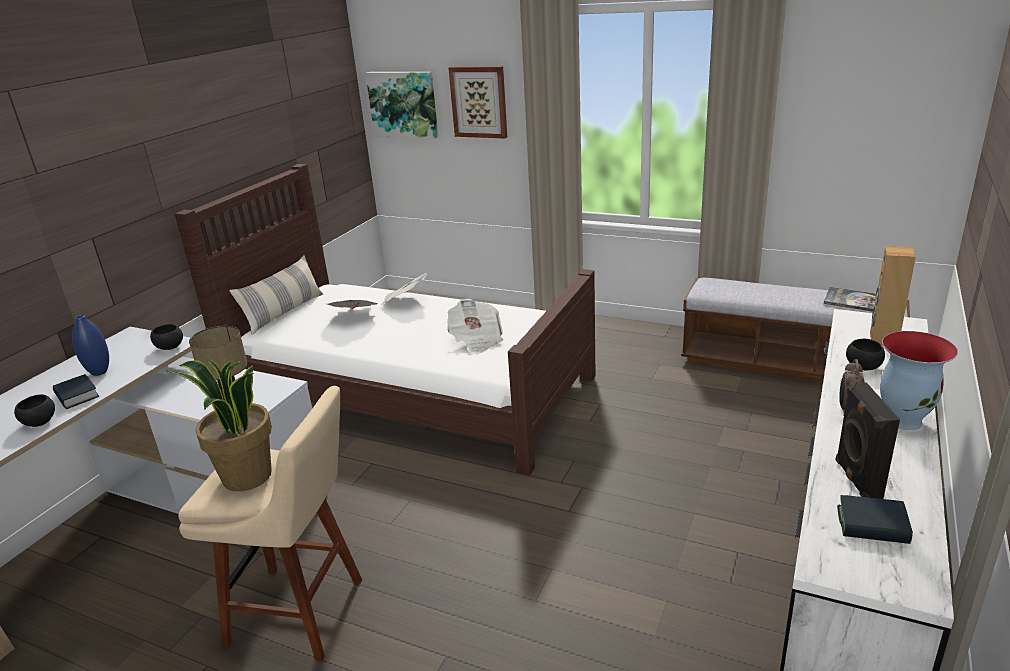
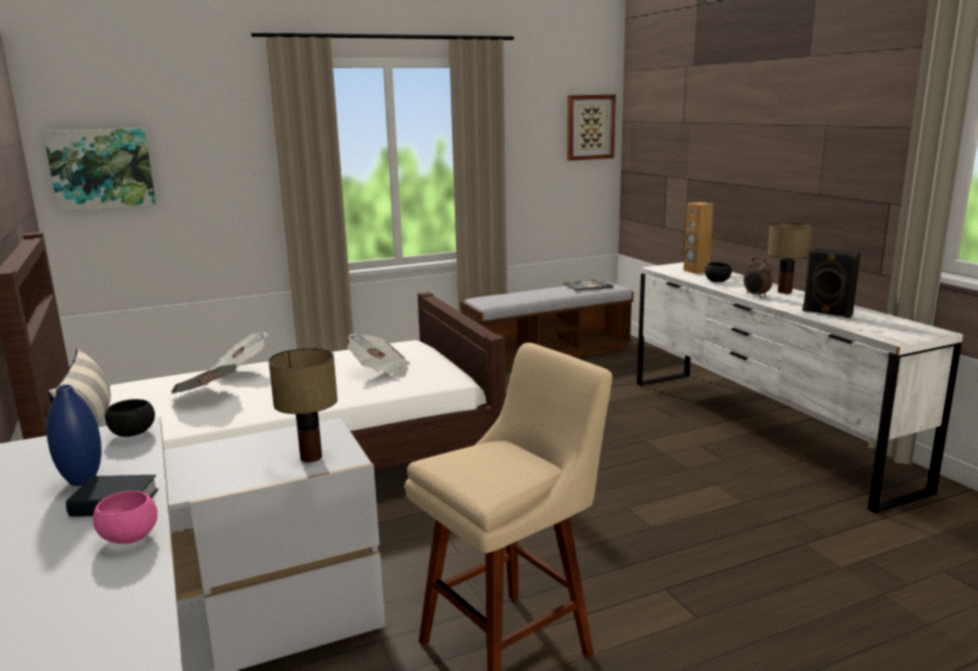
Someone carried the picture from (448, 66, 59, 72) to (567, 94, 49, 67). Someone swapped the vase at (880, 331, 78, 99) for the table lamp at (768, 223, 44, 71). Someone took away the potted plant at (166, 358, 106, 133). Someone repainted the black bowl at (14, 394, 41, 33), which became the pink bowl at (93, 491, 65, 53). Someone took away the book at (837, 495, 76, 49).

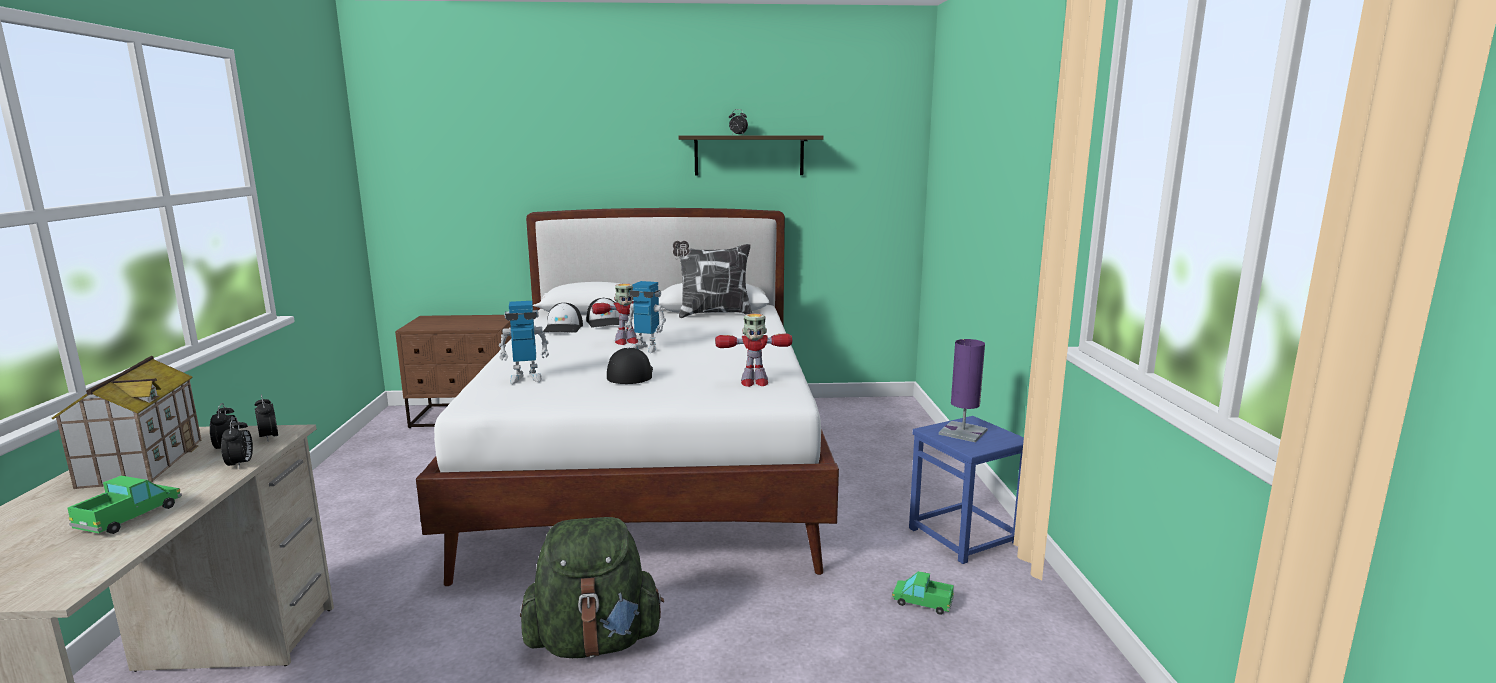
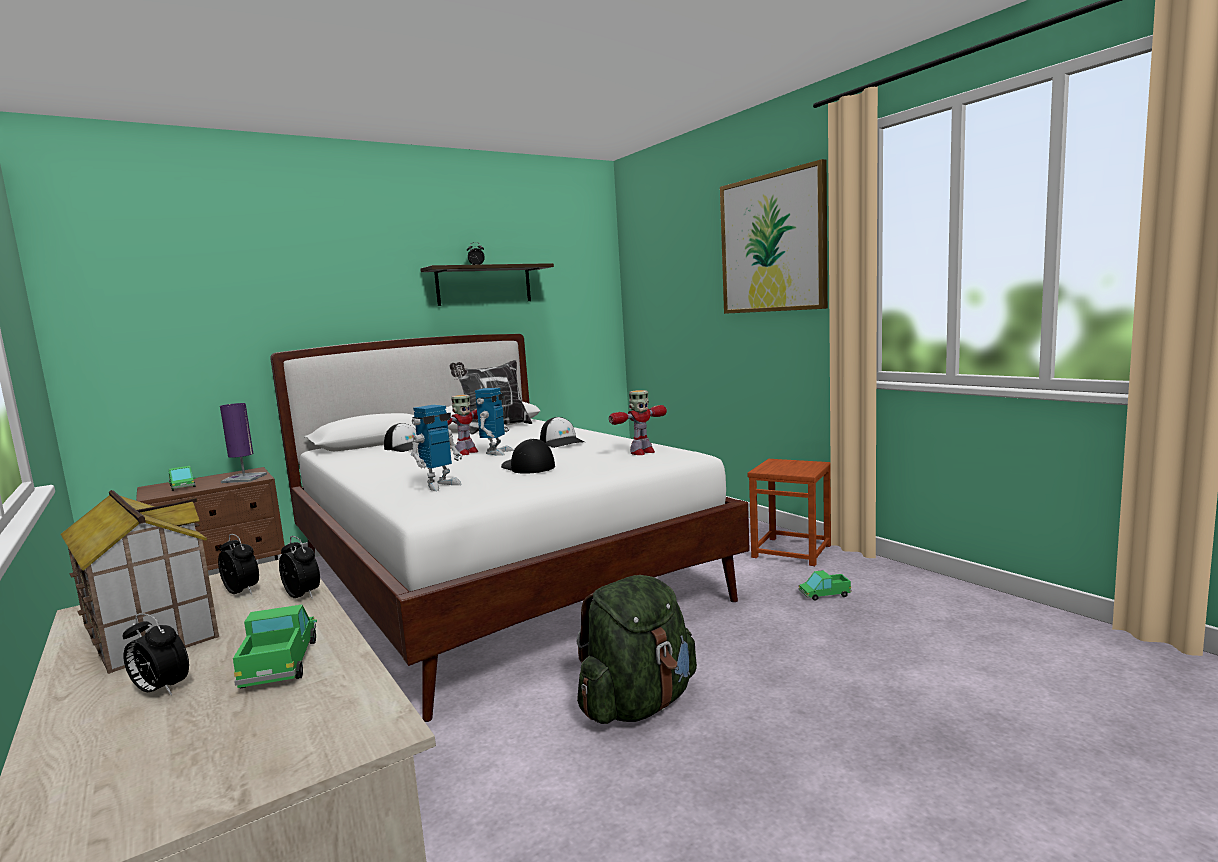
Someone rotated the toy robot at (625, 281, 41, 72) by 60 degrees counterclockwise. Someone carried the cap from (543, 302, 40, 31) to (540, 417, 44, 31). Someone carried the purple table lamp from (939, 339, 49, 103) to (220, 403, 47, 80). Someone carried the alarm clock from (255, 394, 23, 47) to (123, 613, 66, 83). Someone repainted the blue stool at (909, 416, 115, 148), which became the brown stool at (747, 459, 84, 107). Someone put up the picture at (720, 159, 108, 155). Someone put down the toy truck at (168, 466, 28, 25).

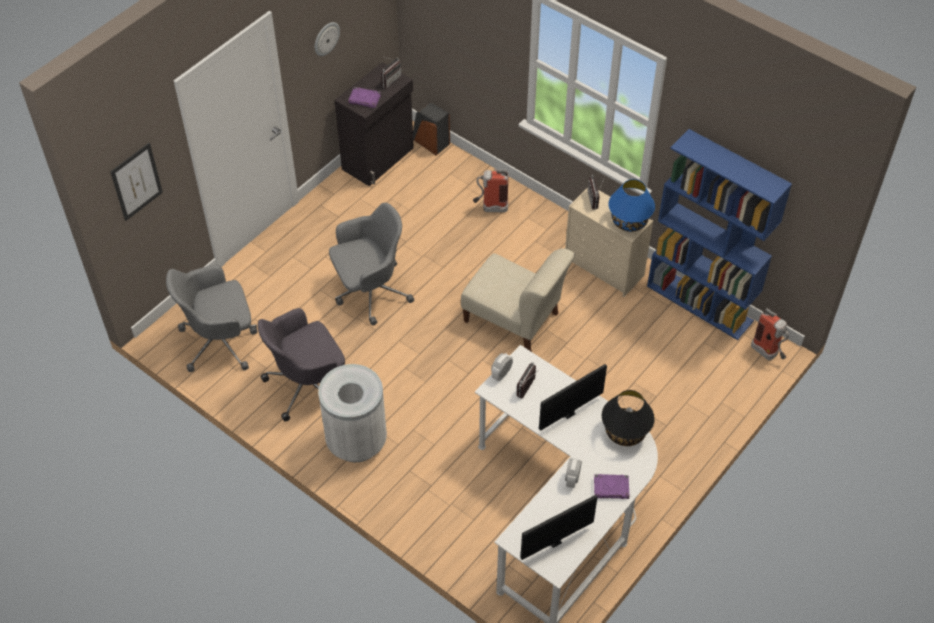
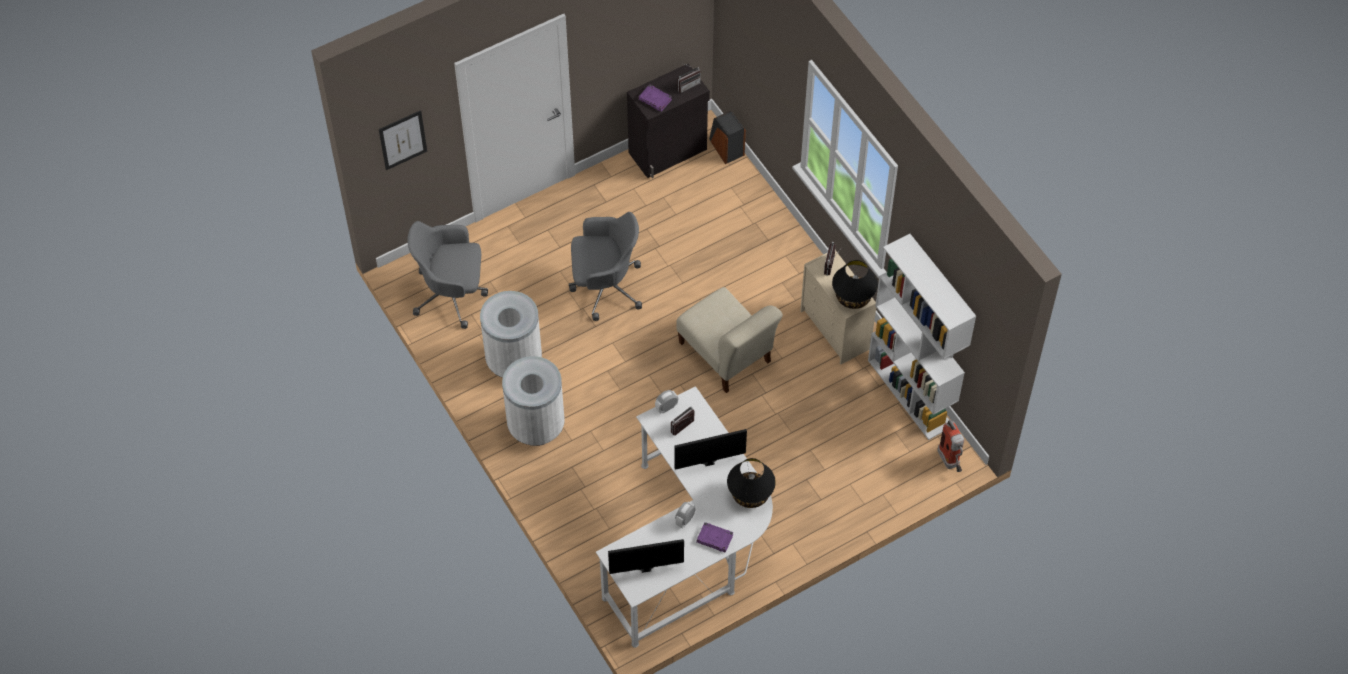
Someone took away the wall clock at (315, 22, 25, 34). Someone repainted the blue bookcase at (647, 129, 145, 211), which became the white bookcase at (868, 234, 108, 206). Someone took away the fire extinguisher at (473, 169, 35, 43). Someone repainted the blue table lamp at (608, 179, 47, 53), which became the black table lamp at (832, 260, 46, 49). Someone swapped the grey office chair at (258, 308, 87, 114) for the white trash can at (480, 291, 62, 87).

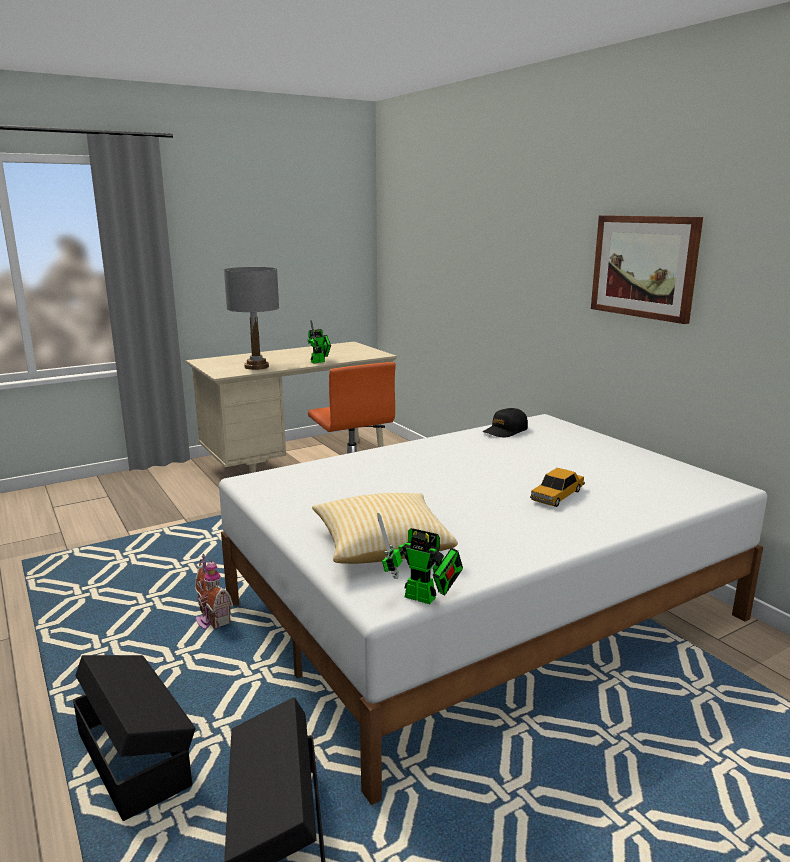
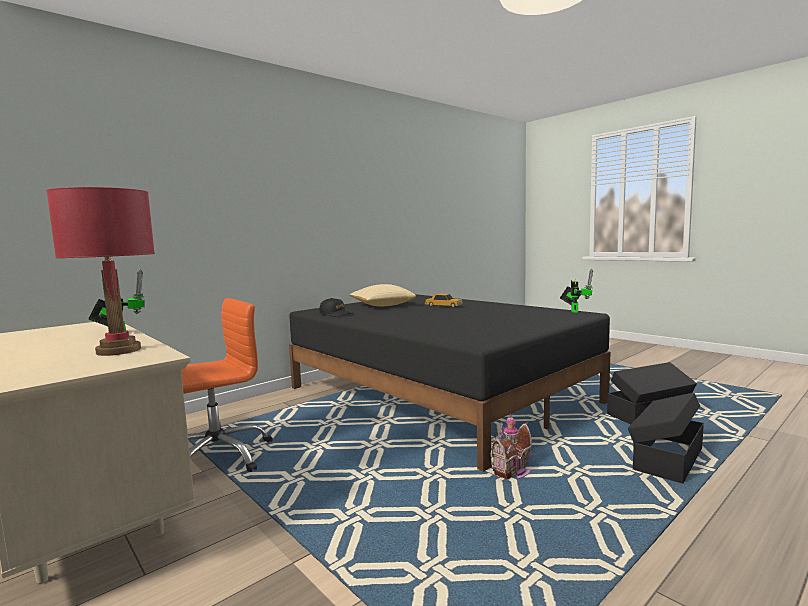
Someone took away the picture at (591, 215, 112, 109). Someone repainted the grey table lamp at (224, 267, 55, 103), which became the red table lamp at (46, 187, 109, 169). Someone repainted the white bed at (219, 414, 548, 391), which became the black bed at (289, 294, 321, 178). Someone carried the pillow from (312, 493, 146, 71) to (349, 284, 67, 22).

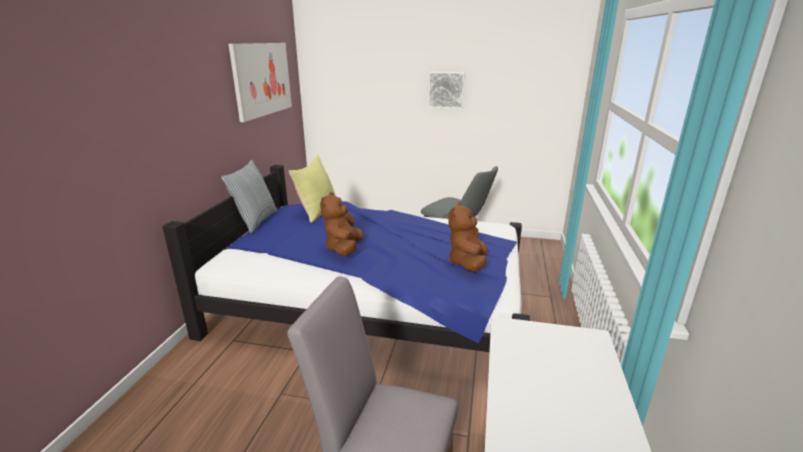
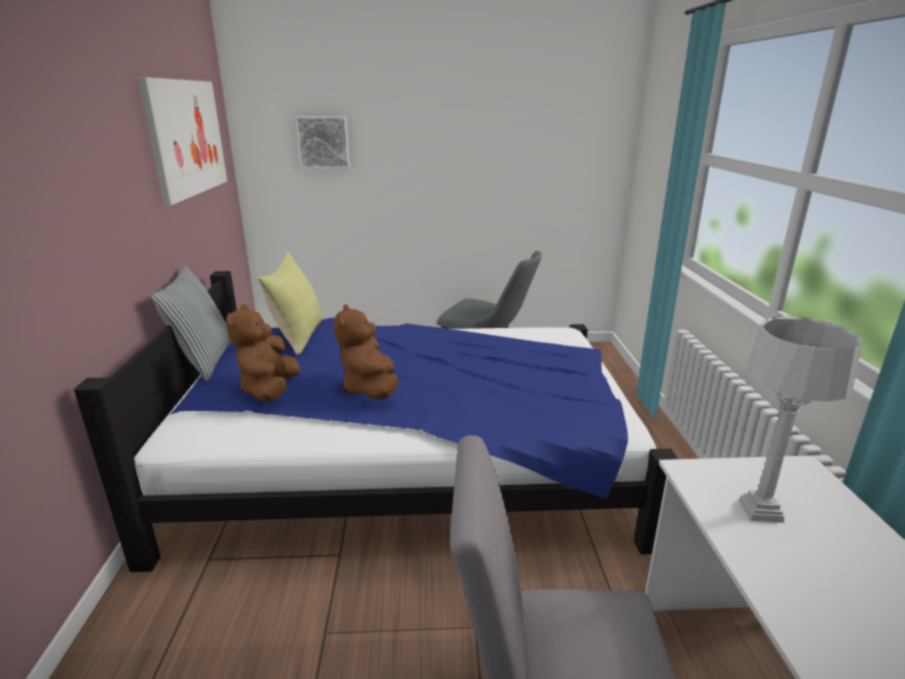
Someone carried the picture from (428, 72, 37, 37) to (295, 116, 55, 53). Someone carried the brown plush toy from (448, 202, 40, 70) to (226, 304, 74, 98). Someone put down the grey table lamp at (739, 316, 123, 207).

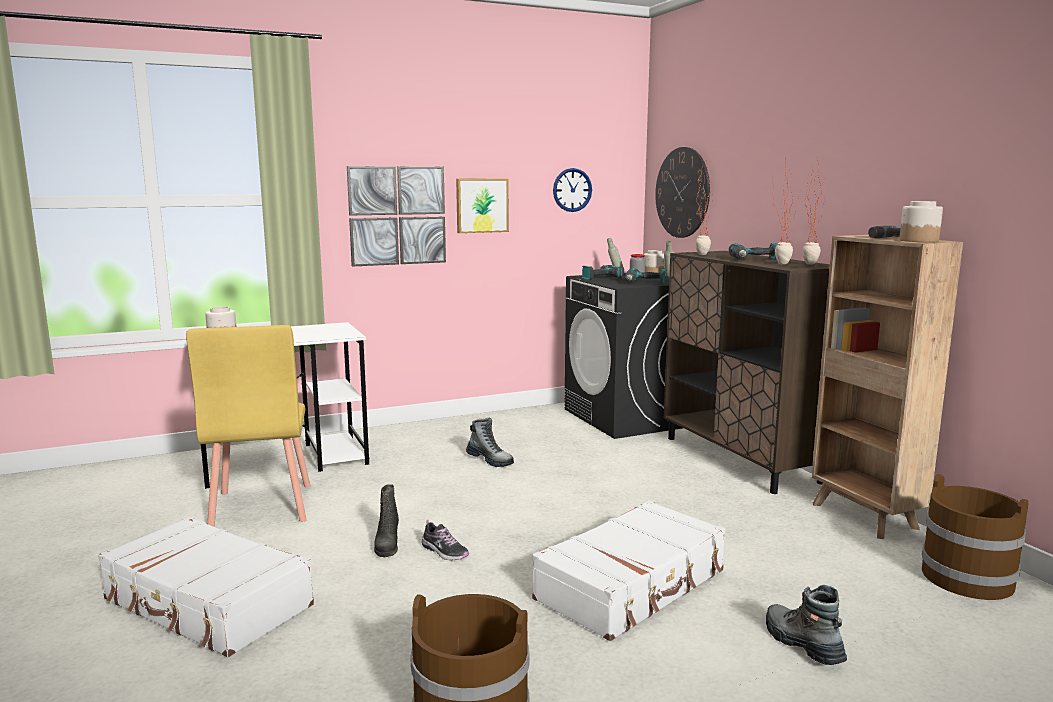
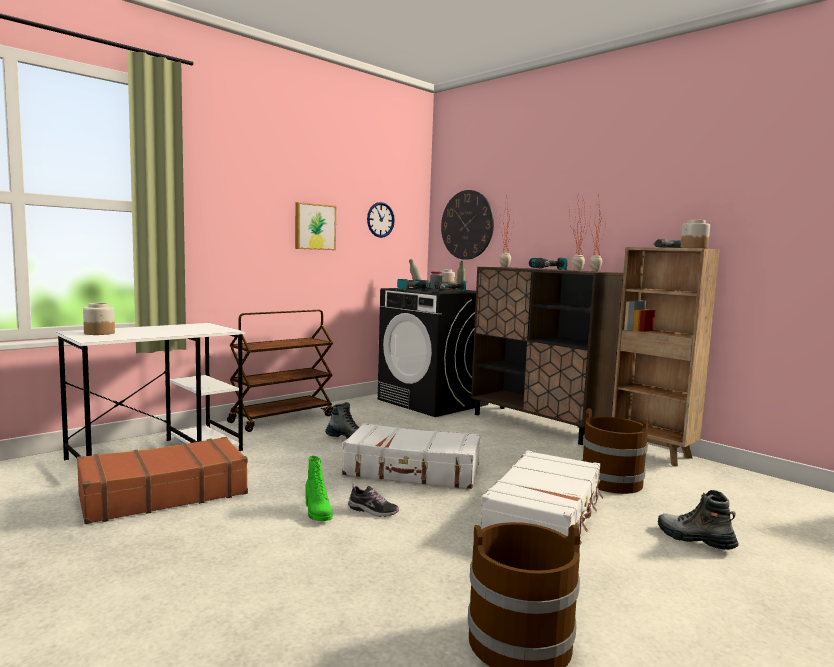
Someone took away the picture at (347, 166, 99, 101). Someone swapped the yellow chair at (186, 325, 125, 202) for the brown suitcase at (77, 437, 171, 87). Someone carried the brown bucket from (922, 474, 106, 126) to (582, 408, 67, 86). Someone repainted the black boot at (374, 484, 25, 73), which became the green boot at (306, 456, 27, 65). Someone carried the white suitcase from (98, 517, 216, 141) to (342, 423, 138, 66). Someone put down the brown cart at (227, 310, 106, 122).

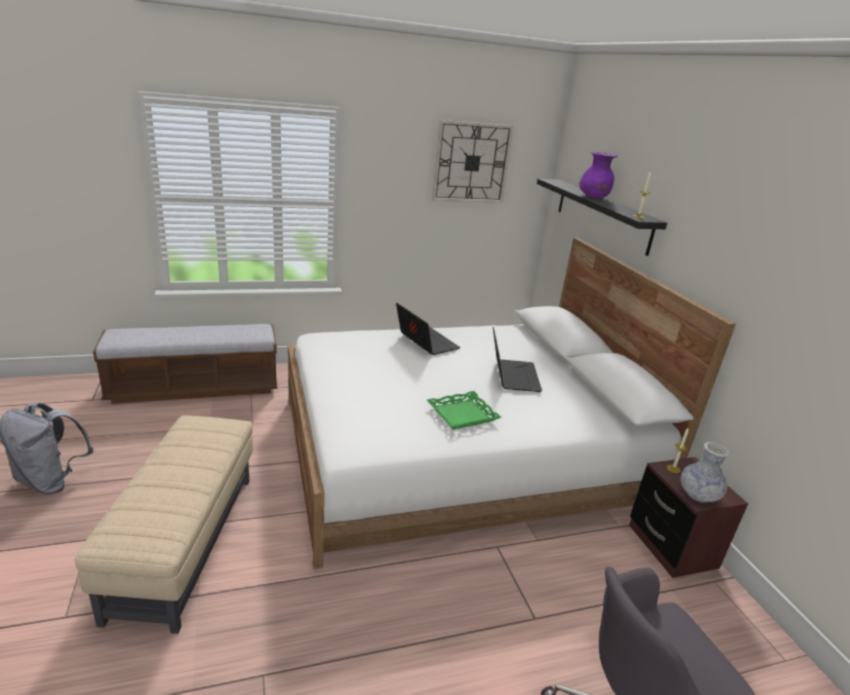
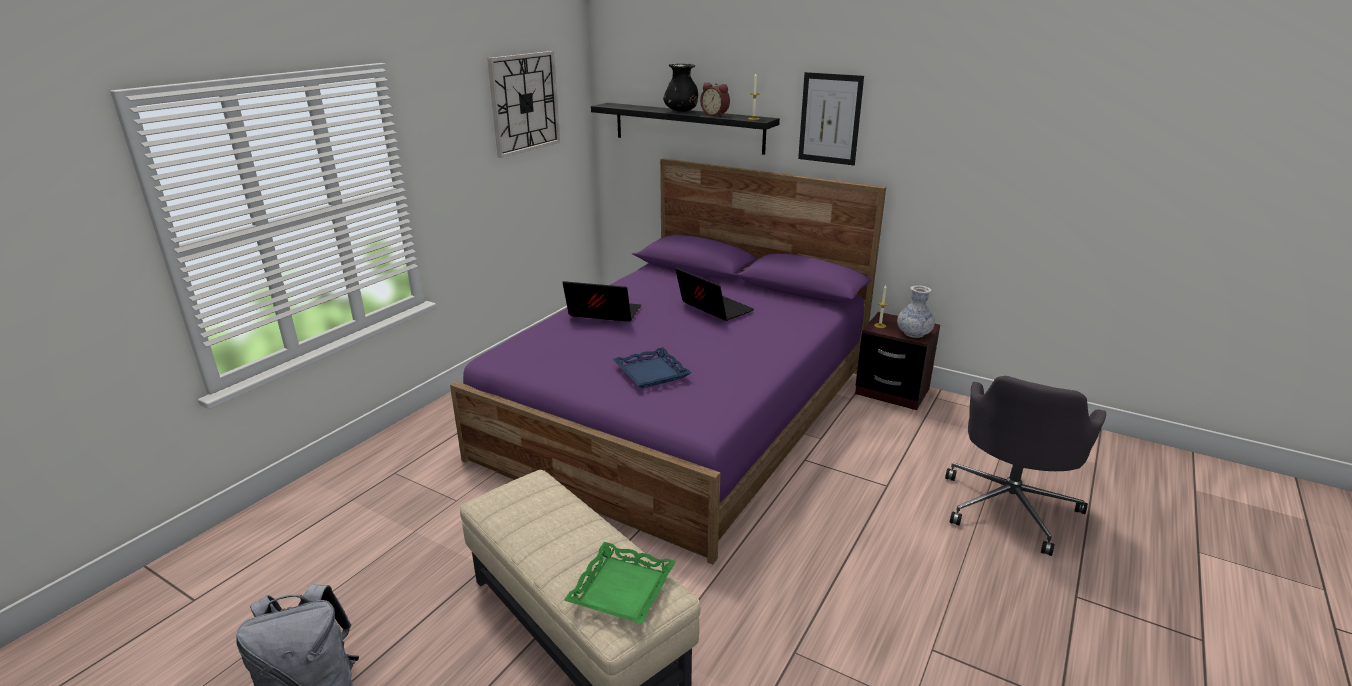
Someone repainted the purple vase at (579, 151, 38, 47), which became the black vase at (663, 64, 35, 48). Someone repainted the white bed at (288, 238, 448, 331), which became the purple bed at (450, 158, 436, 407). Someone took away the bench at (93, 324, 185, 80). Someone carried the green tray from (427, 391, 74, 39) to (564, 542, 112, 82). Someone put up the picture at (798, 72, 66, 93). Someone put down the alarm clock at (700, 82, 30, 35). Someone put down the blue tray at (613, 347, 79, 41).

